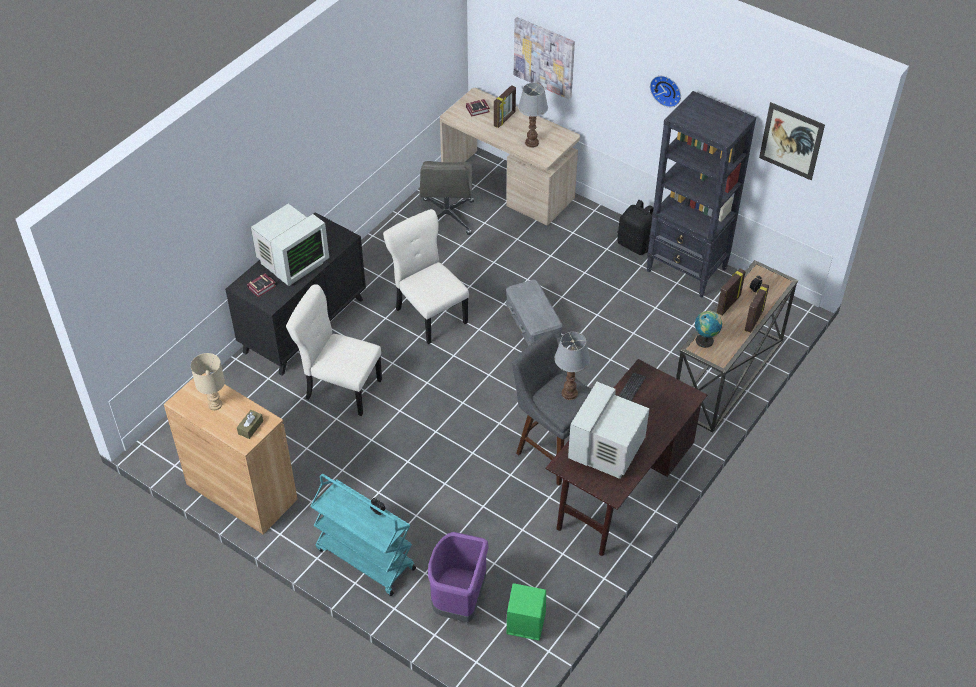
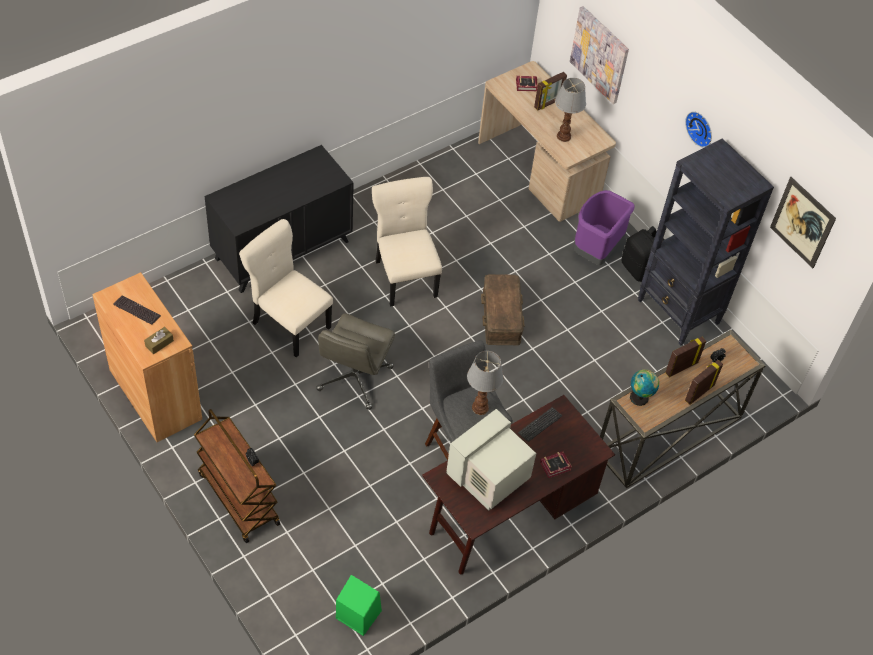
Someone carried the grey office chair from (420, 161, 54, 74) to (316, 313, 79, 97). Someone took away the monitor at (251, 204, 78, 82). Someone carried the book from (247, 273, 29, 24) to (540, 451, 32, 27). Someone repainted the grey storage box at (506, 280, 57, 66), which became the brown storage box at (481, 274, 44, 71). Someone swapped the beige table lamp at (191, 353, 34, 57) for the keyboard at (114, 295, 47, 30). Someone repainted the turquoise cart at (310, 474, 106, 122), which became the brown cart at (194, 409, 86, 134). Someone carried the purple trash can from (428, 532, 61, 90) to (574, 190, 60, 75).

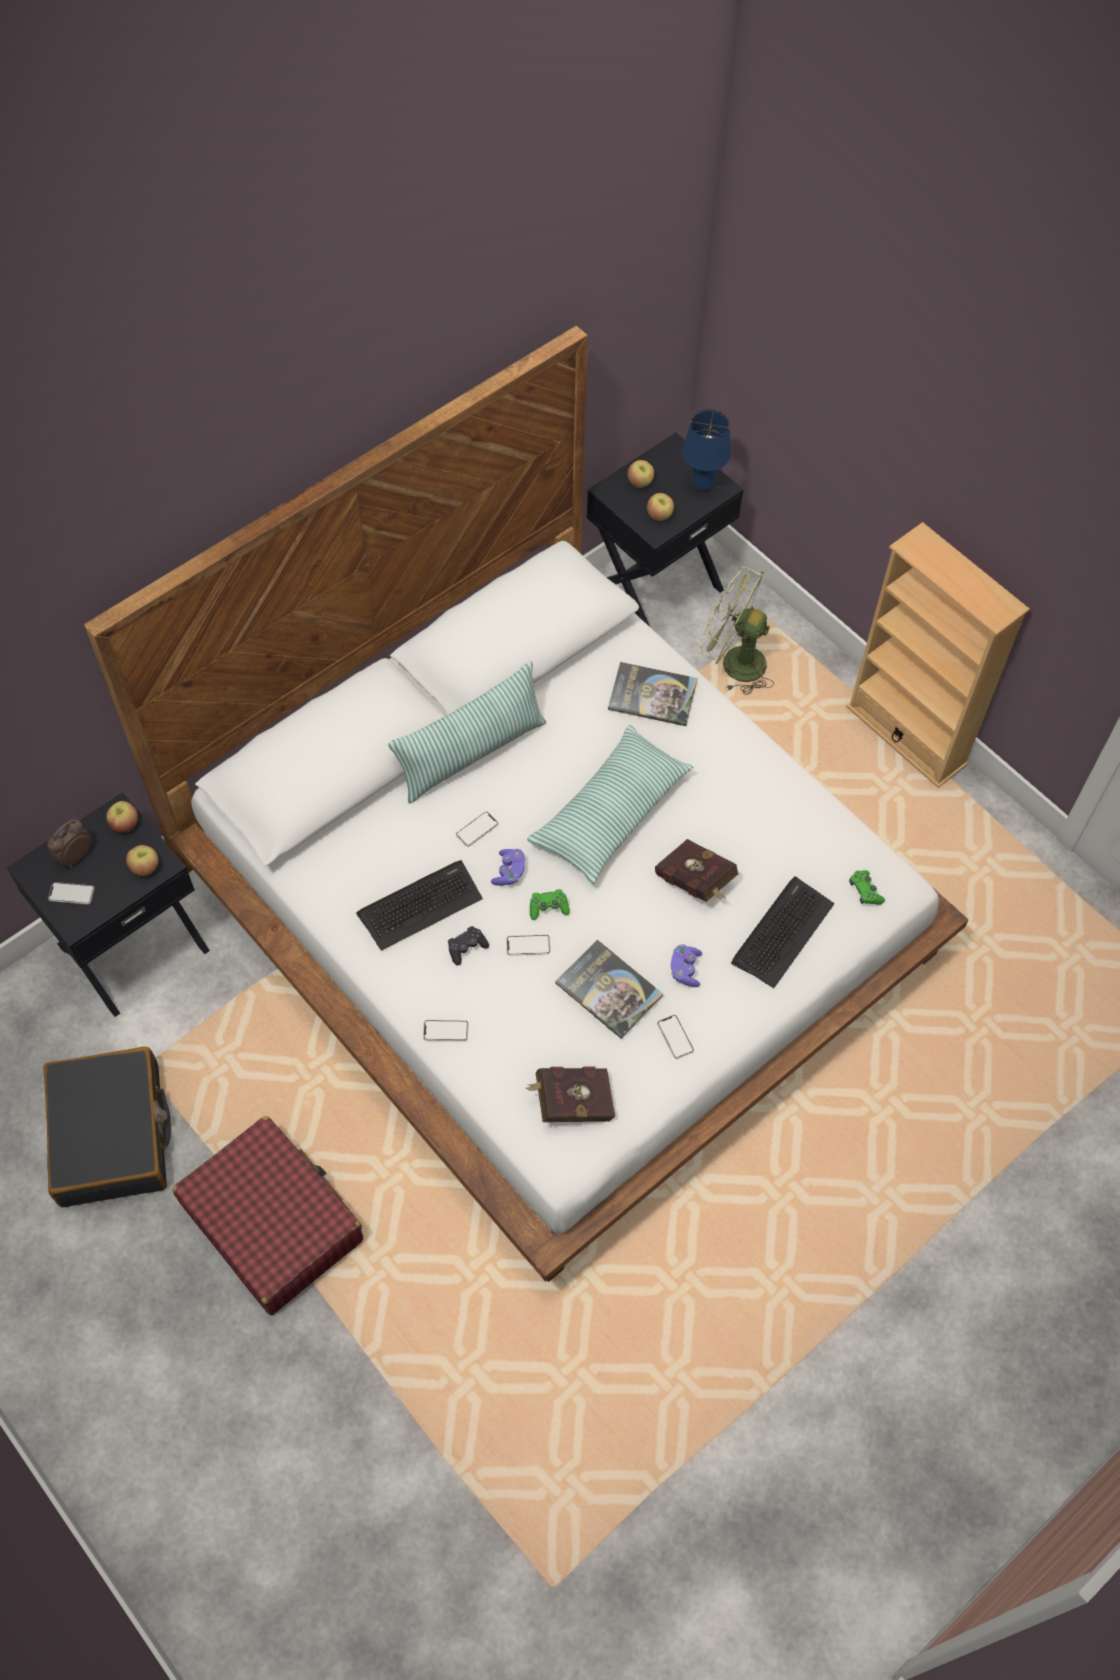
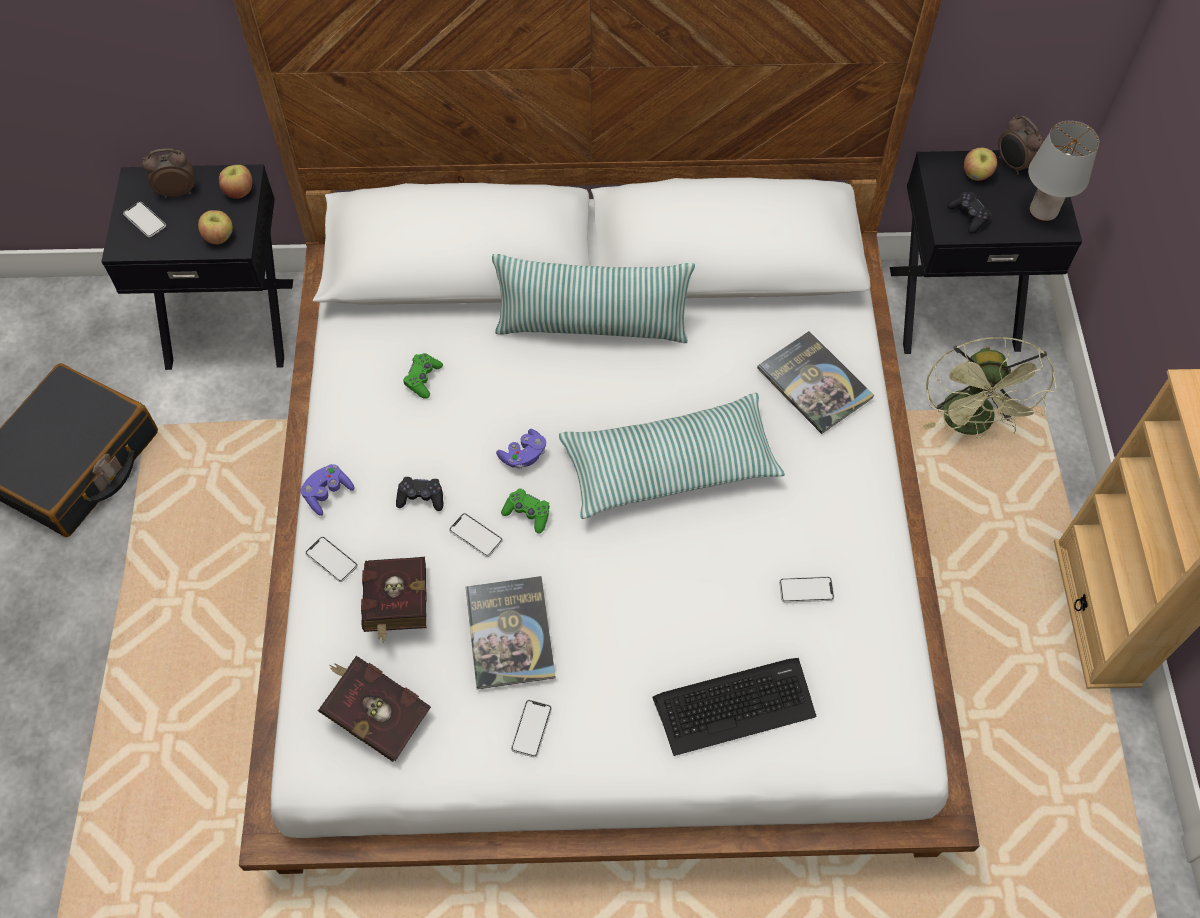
Someone repainted the blue table lamp at (682, 409, 49, 82), which became the grey table lamp at (1028, 121, 71, 101). Someone swapped the apple at (647, 493, 27, 28) for the black game controller at (947, 192, 44, 42). Someone rotated the green fan at (700, 567, 74, 128) by 150 degrees counterclockwise. Someone carried the phone from (456, 811, 43, 36) to (779, 577, 55, 26). Someone carried the red book from (655, 839, 84, 63) to (361, 557, 65, 86). Someone took away the keyboard at (356, 860, 127, 91). Someone carried the green game controller from (849, 870, 36, 35) to (403, 353, 40, 46). Someone carried the purple game controller from (671, 945, 31, 42) to (301, 464, 53, 52). Someone took away the red suitcase at (173, 1116, 190, 199). Someone put down the alarm clock at (998, 115, 46, 60).

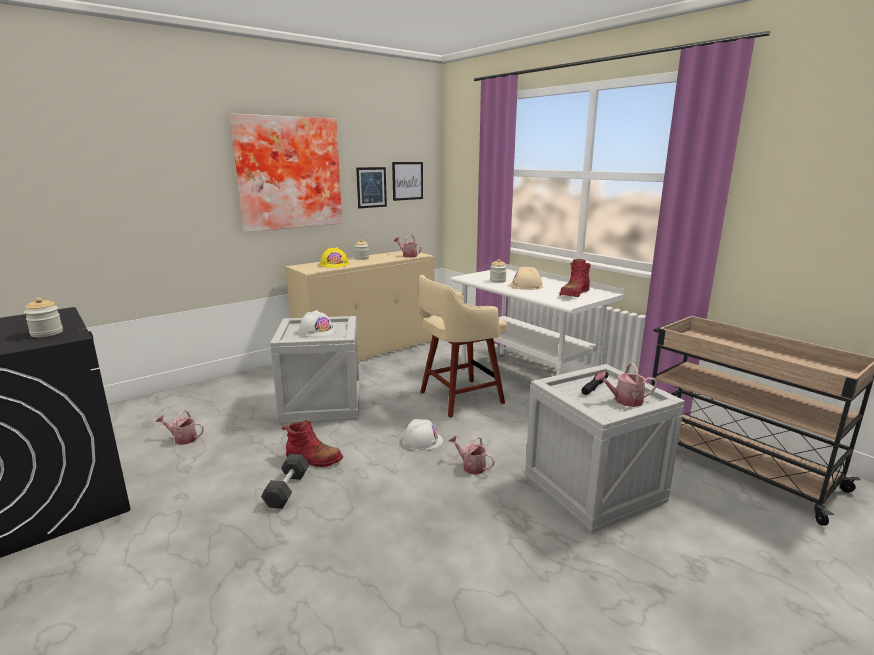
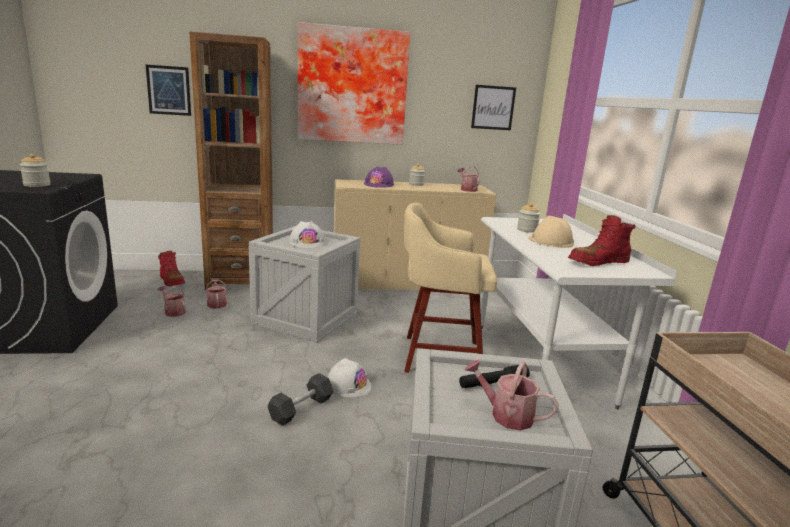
Someone carried the picture from (356, 167, 31, 42) to (145, 64, 46, 52). Someone repainted the yellow hard hat at (320, 247, 29, 21), which became the purple hard hat at (364, 166, 30, 22). Someone carried the red boot from (282, 420, 61, 47) to (158, 251, 27, 35). Someone carried the watering can from (448, 435, 47, 40) to (205, 278, 22, 31). Someone carried the black dumbbell from (261, 454, 48, 55) to (267, 373, 67, 53). Someone put down the brown bookcase at (189, 32, 84, 258).

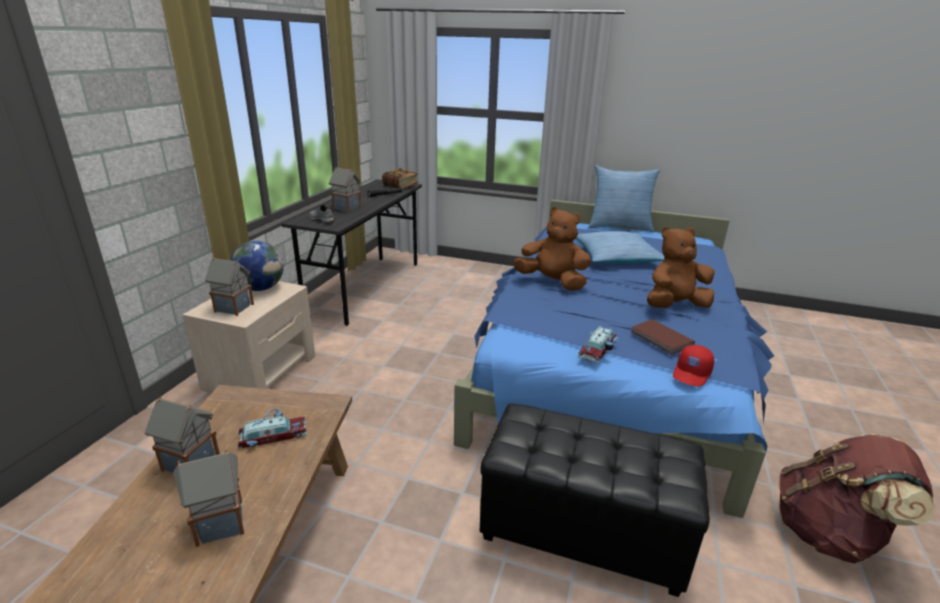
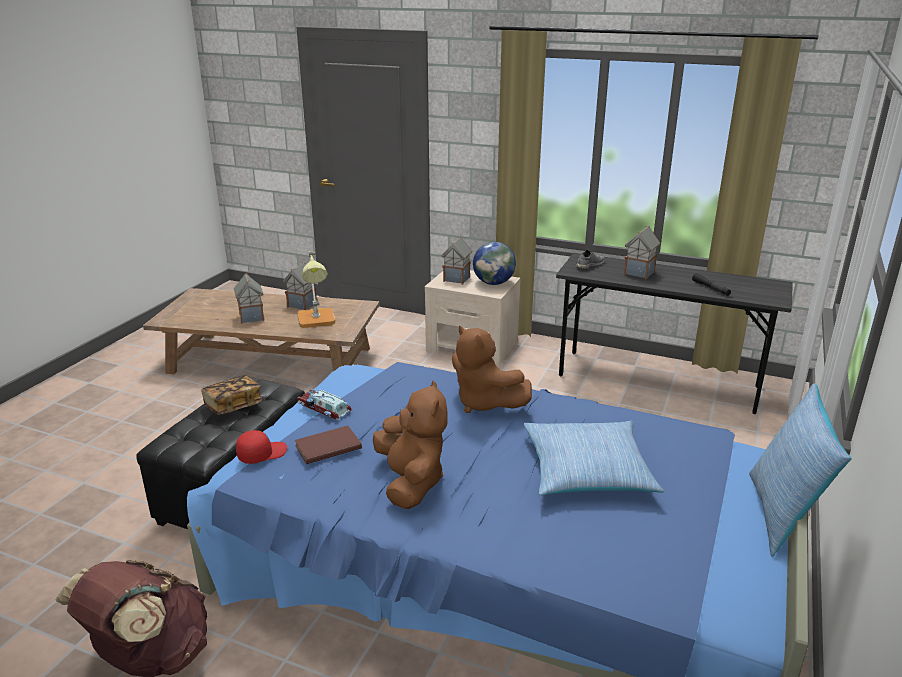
Someone carried the book from (382, 168, 36, 21) to (201, 375, 62, 40). Someone rotated the brown plush toy at (513, 207, 78, 84) by 105 degrees clockwise. Someone rotated the red cap at (673, 345, 41, 42) by 105 degrees clockwise. Someone swapped the toy car at (237, 409, 70, 39) for the table lamp at (297, 250, 38, 78).

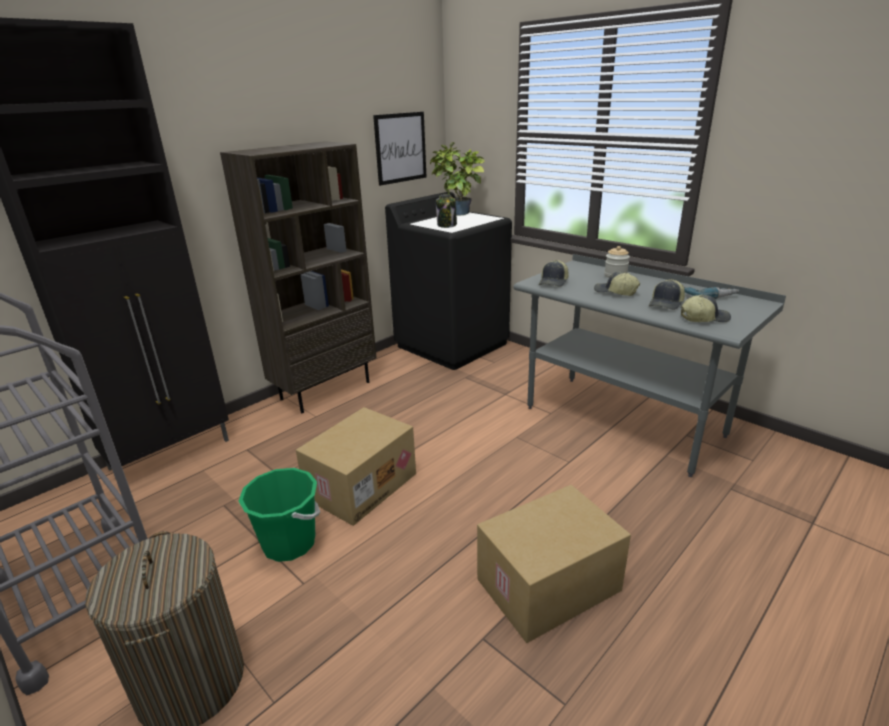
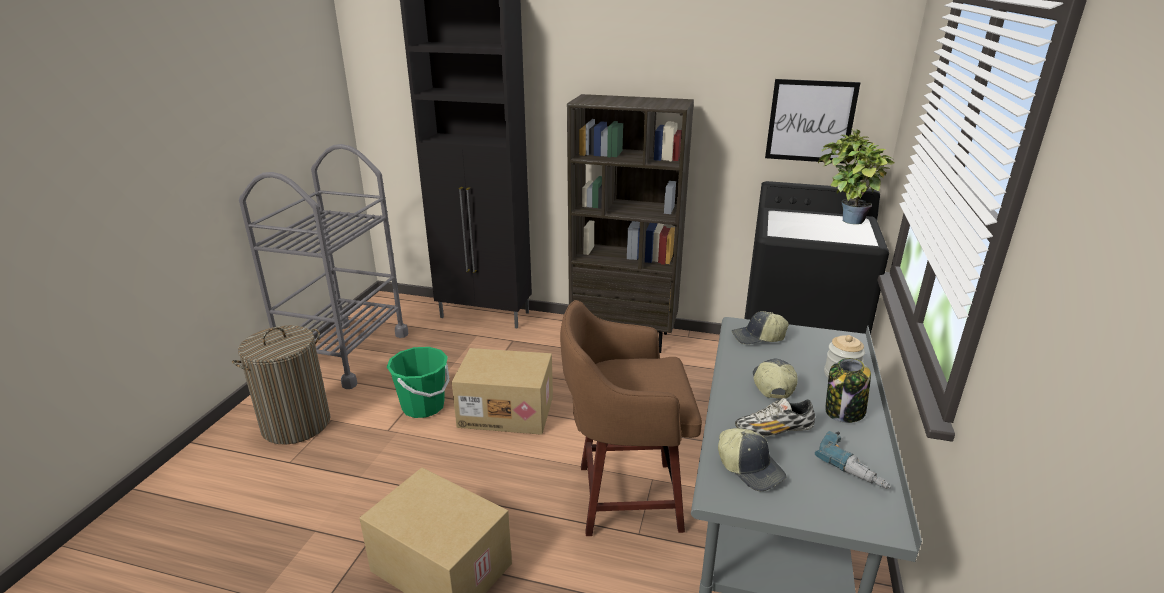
Someone carried the jar from (436, 194, 21, 34) to (825, 358, 46, 65). Someone swapped the cap at (649, 279, 36, 31) for the shoe at (735, 398, 80, 39). Someone put down the brown stool at (560, 300, 142, 236).

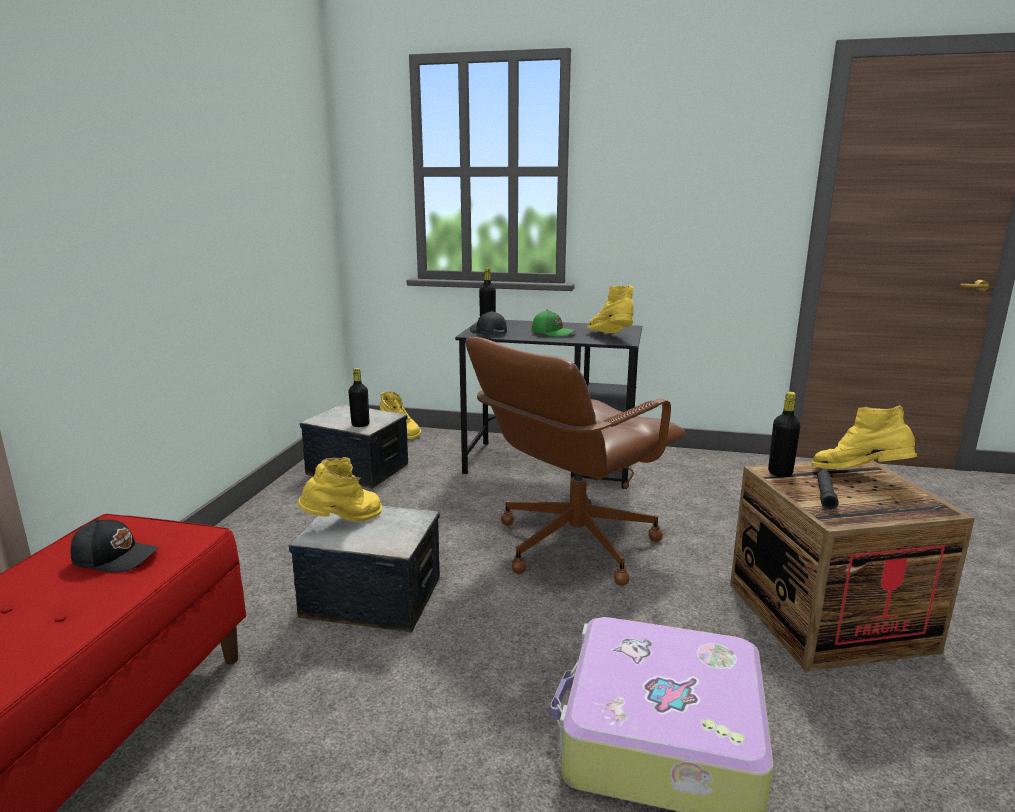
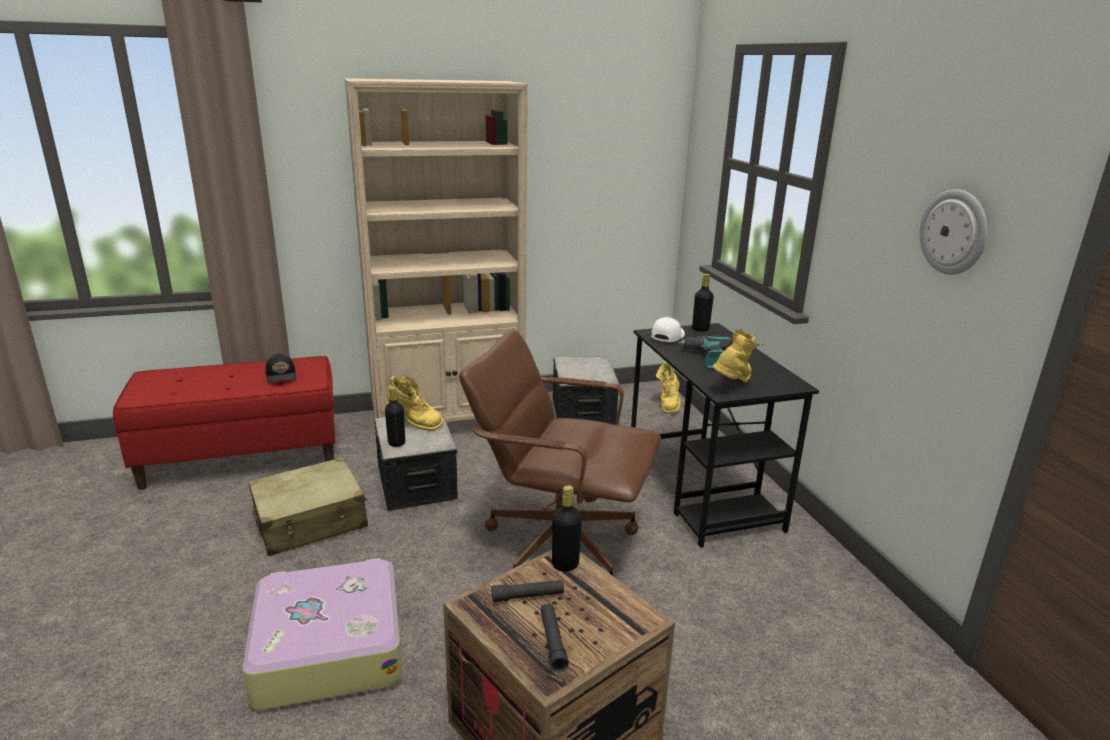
Someone swapped the green cap at (532, 309, 44, 28) for the power drill at (678, 336, 55, 33). Someone repainted the black cap at (470, 310, 37, 25), which became the white cap at (651, 316, 34, 26). Someone carried the black bottle from (348, 368, 22, 59) to (385, 386, 20, 61). Someone took away the yellow boot at (811, 406, 106, 63). Someone put down the beige bookcase at (344, 78, 184, 344). Someone put up the wall clock at (920, 189, 68, 86). Someone put down the beige suitcase at (248, 457, 120, 99). Someone put down the black flashlight at (541, 604, 28, 67).

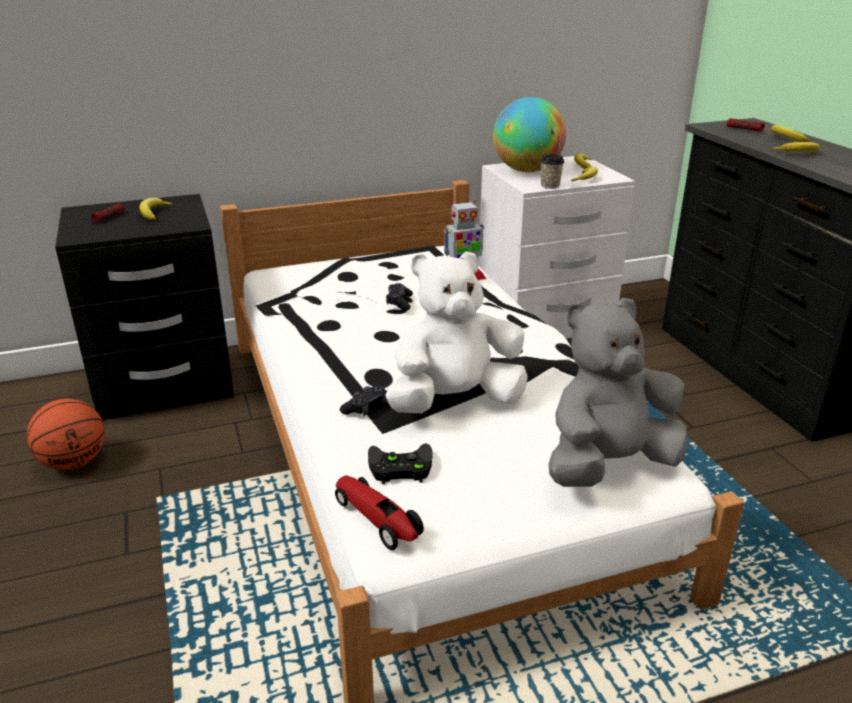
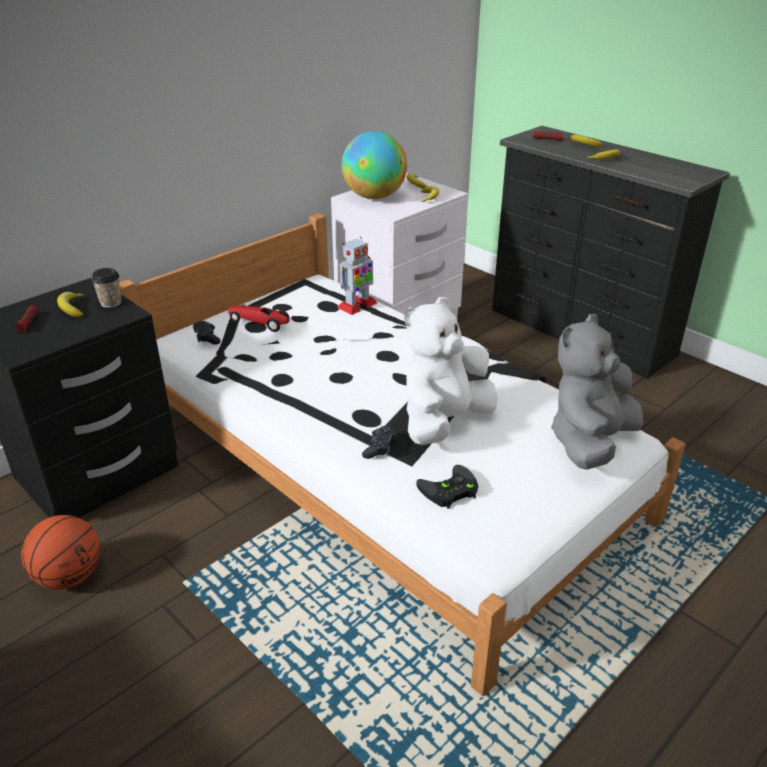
Someone carried the cup from (540, 154, 24, 35) to (91, 268, 30, 40). Someone carried the black game controller from (386, 283, 27, 28) to (193, 321, 28, 24). Someone carried the toy car from (335, 475, 89, 75) to (228, 305, 62, 27).

